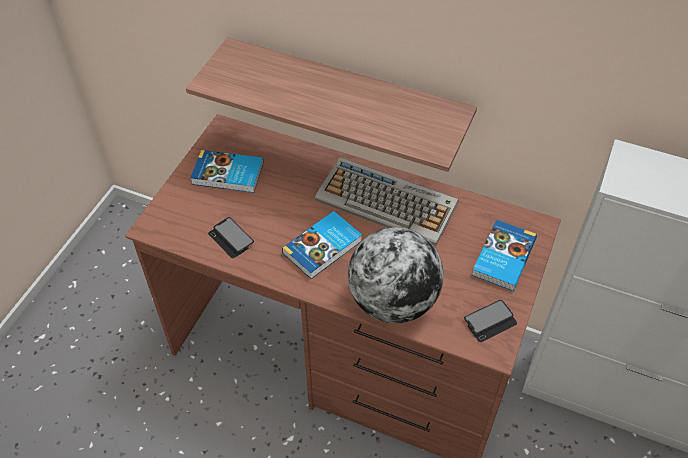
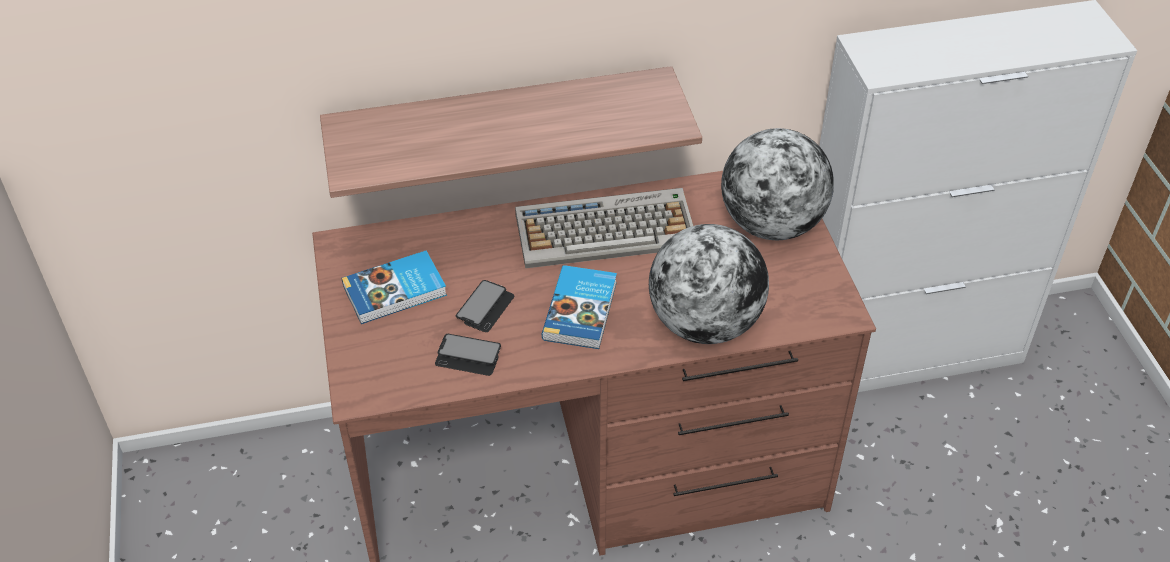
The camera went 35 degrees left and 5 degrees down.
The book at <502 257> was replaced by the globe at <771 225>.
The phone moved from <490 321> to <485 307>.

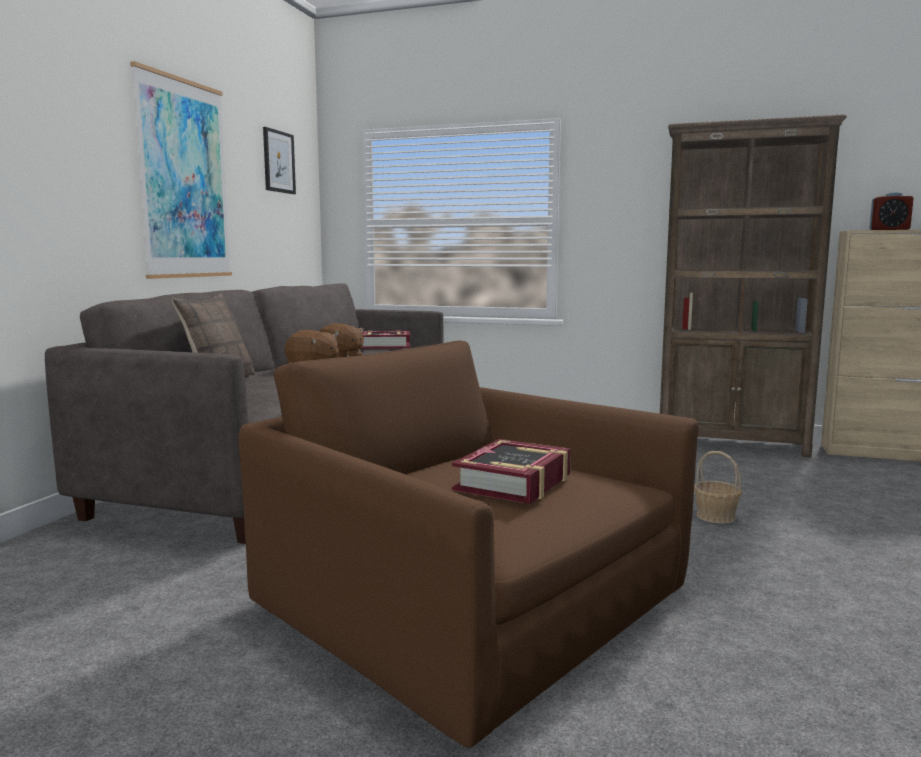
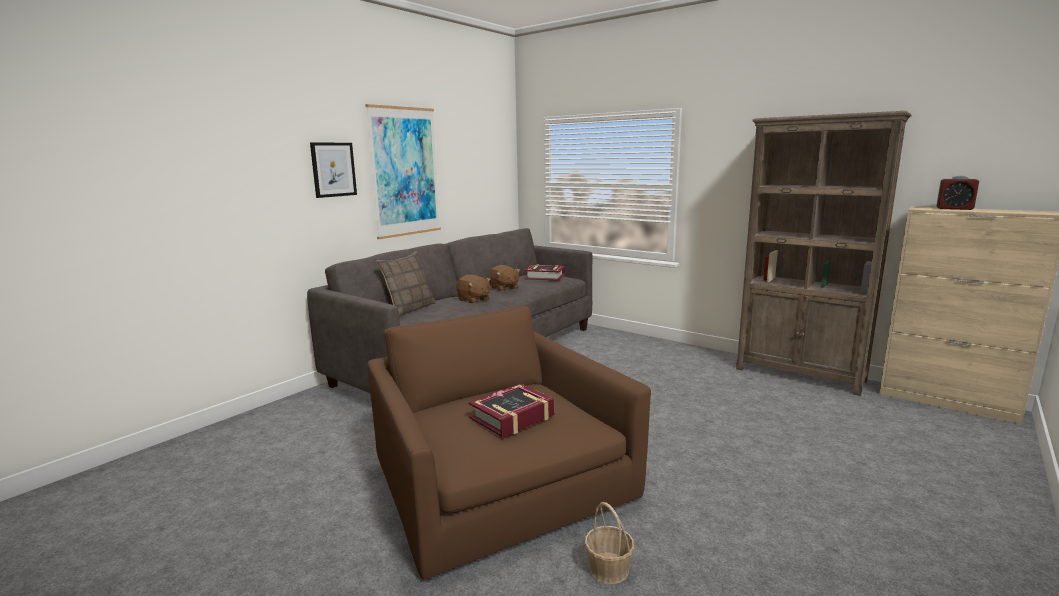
The camera went 20 degrees right and 5 degrees up.
The picture moved from <278 161> to <333 169>.
The basket moved from <715 516> to <608 569>.

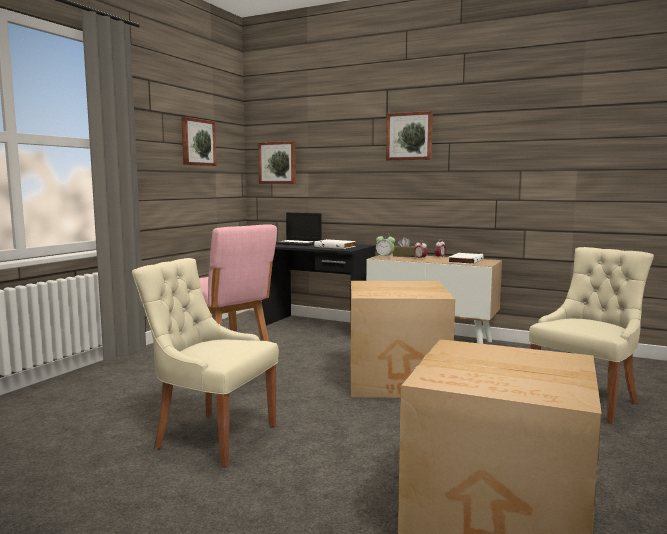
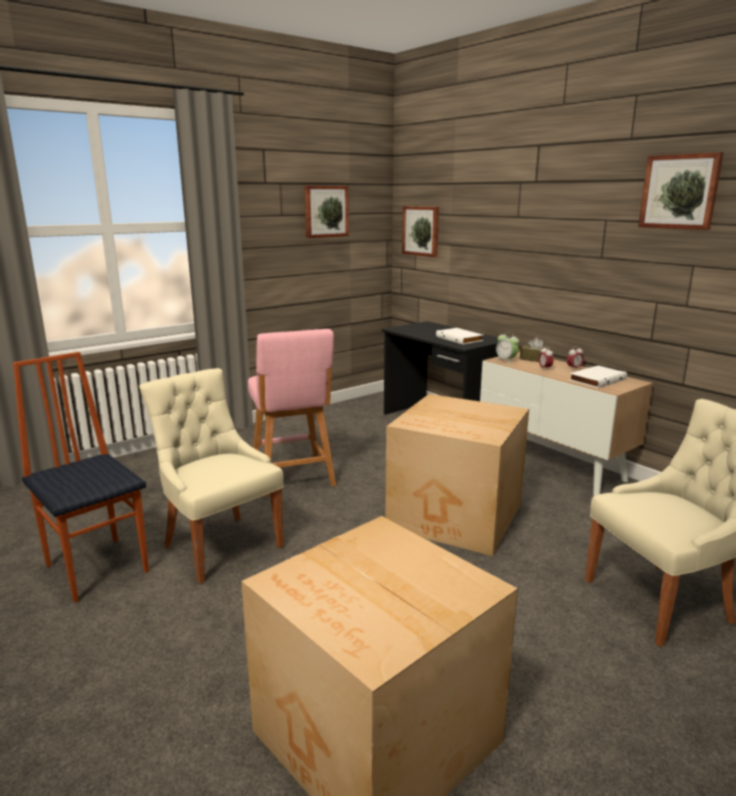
The camera went 25 degrees right and 10 degrees up.
The picture moved from <409 136> to <680 192>.
The laptop at <297 243> disappeared.
The chair at <98 567> appeared.

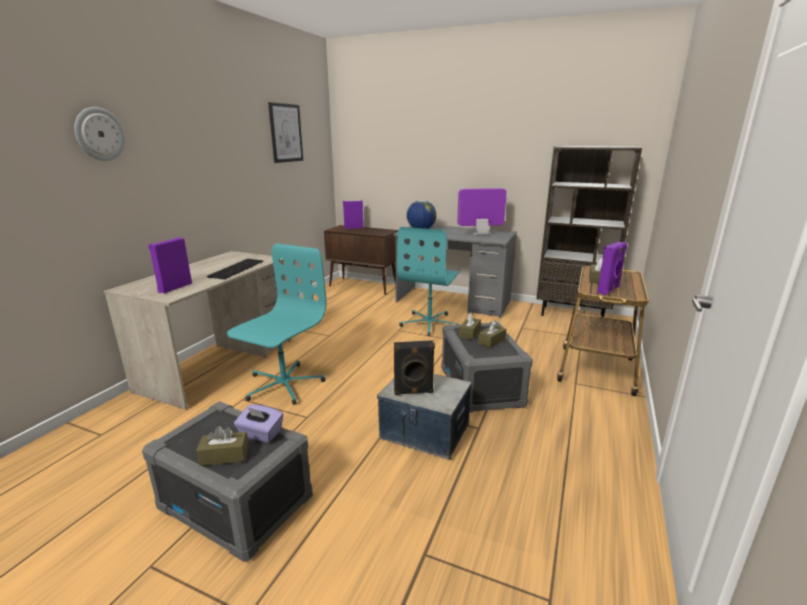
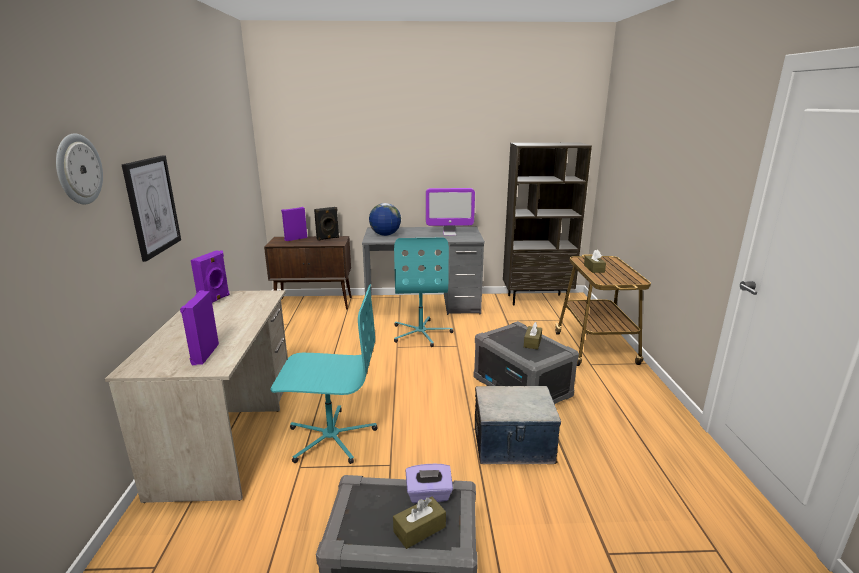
The camera went 25 degrees left and 0 degrees up.
The picture moved from <286 133> to <152 206>.
The monitor at <480 234> turned 150 degrees counterclockwise.
The purple speaker moved from <609 290> to <215 300>.
The turquoise office chair at <283 384> turned 90 degrees clockwise.
The keyboard at <236 268> disappeared.
The brown tissue box at <469 333> disappeared.
The black speaker moved from <413 392> to <328 238>.

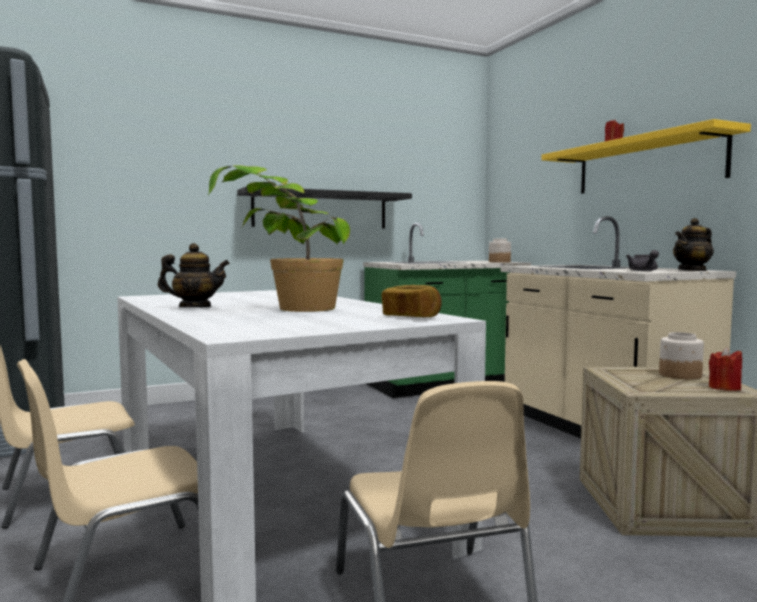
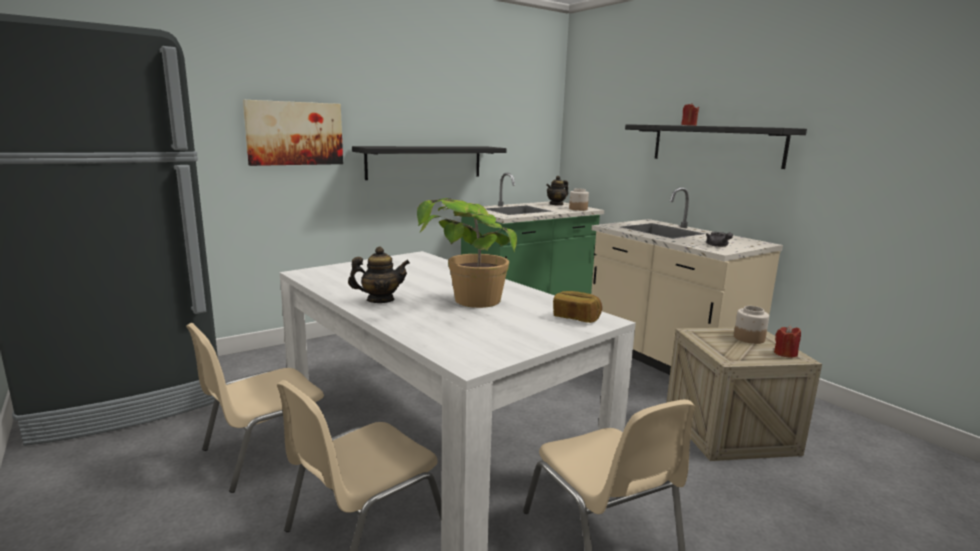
The camera went 10 degrees left and 10 degrees up.
The yellow shelf at <647 164> became the black shelf at <715 145>.
The teapot moved from <692 270> to <556 204>.
The picture at <295 133> appeared.

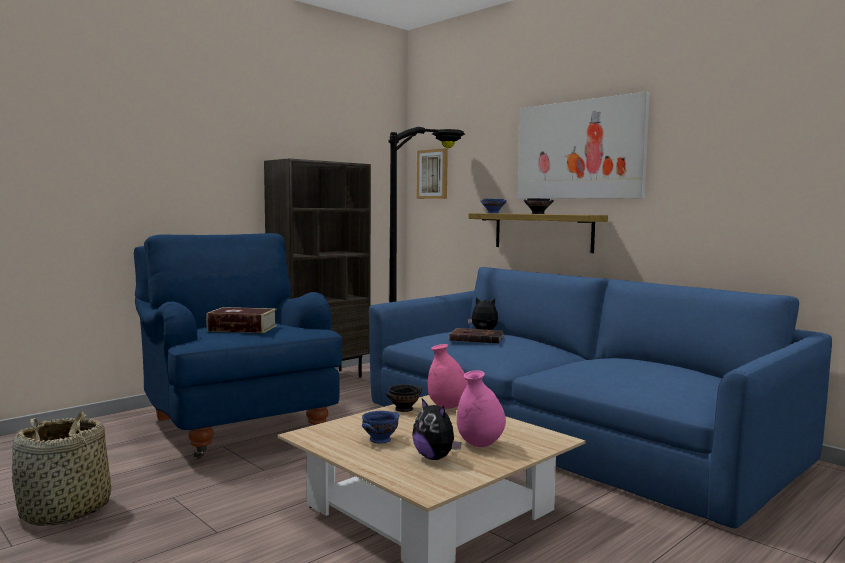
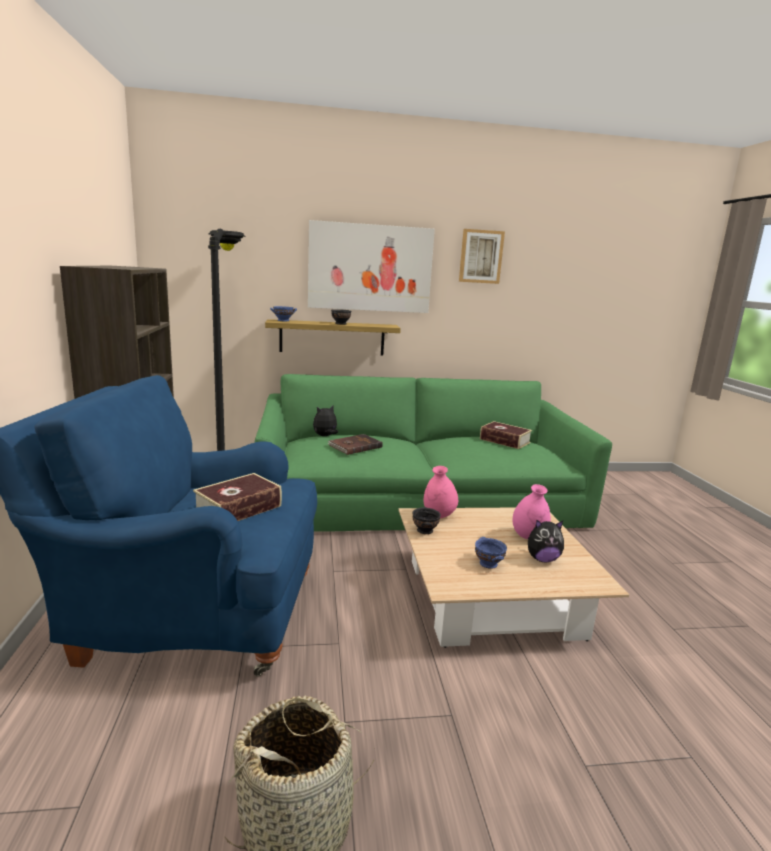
The camera went 55 degrees left and 10 degrees up.
The picture moved from <433 174> to <481 256>.
The blue sofa at <568 431> became the green sofa at <418 499>.
The book at <504 441> appeared.

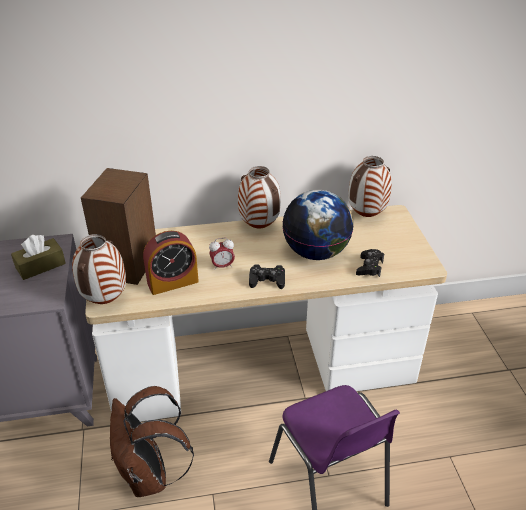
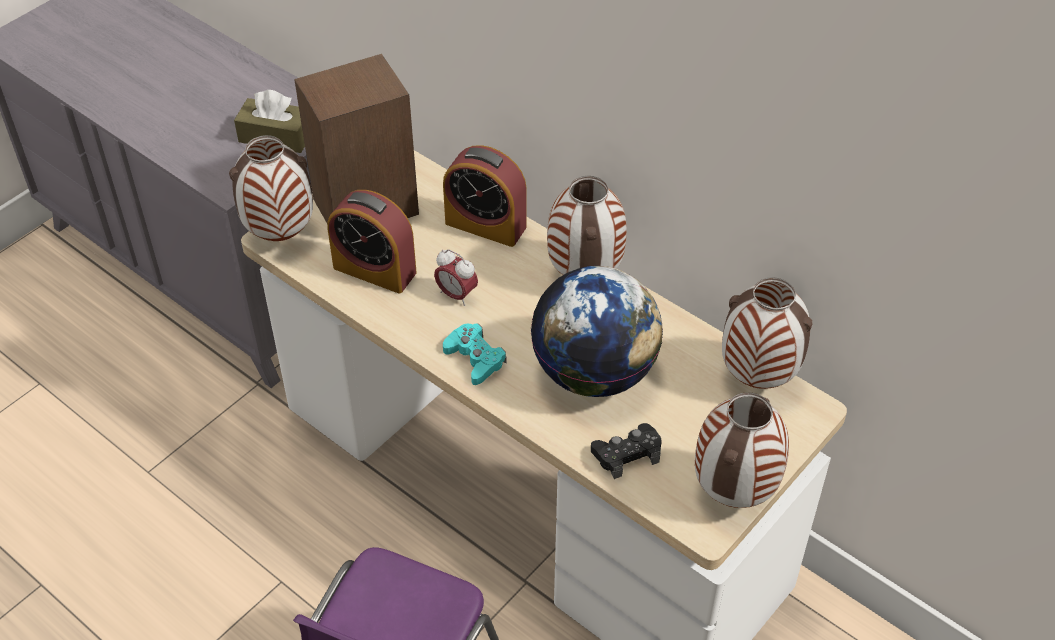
The camera went 50 degrees right and 10 degrees up.
The black game controller at <267 280> became the turquoise game controller at <475 358>.
The brown backpack at <150 475> disappeared.
The alarm clock at <485 225> appeared.
The vase at <733 492> appeared.

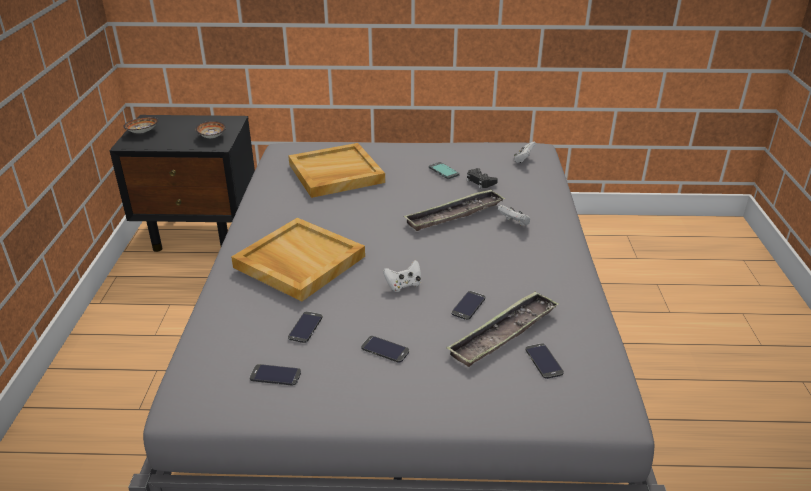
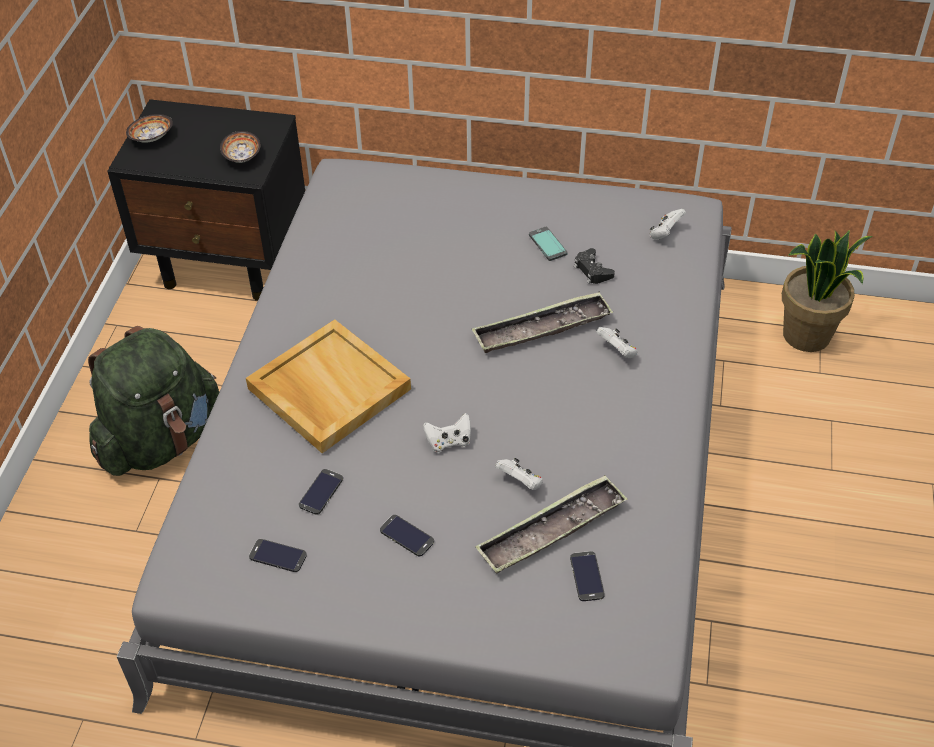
The camera went 10 degrees right and 15 degrees up.
The beige tray at <335 174> disappeared.
The phone at <468 305> was replaced by the white game controller at <520 483>.
The potted plant at <807 336> appeared.
The green backpack at <161 440> appeared.

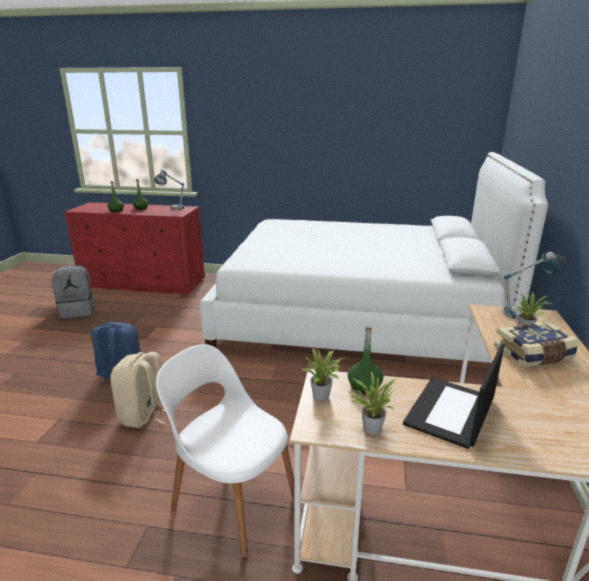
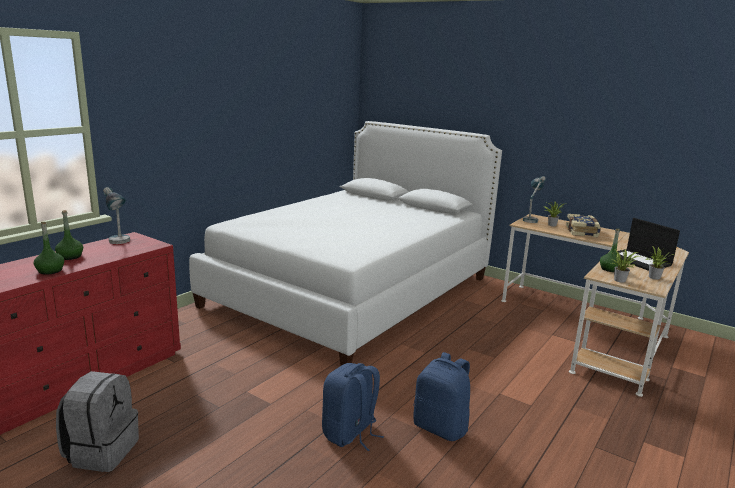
The camera went 65 degrees left and 5 degrees down.
The white chair at <232 500> disappeared.
The beige backpack at <144 415> became the blue backpack at <441 427>.

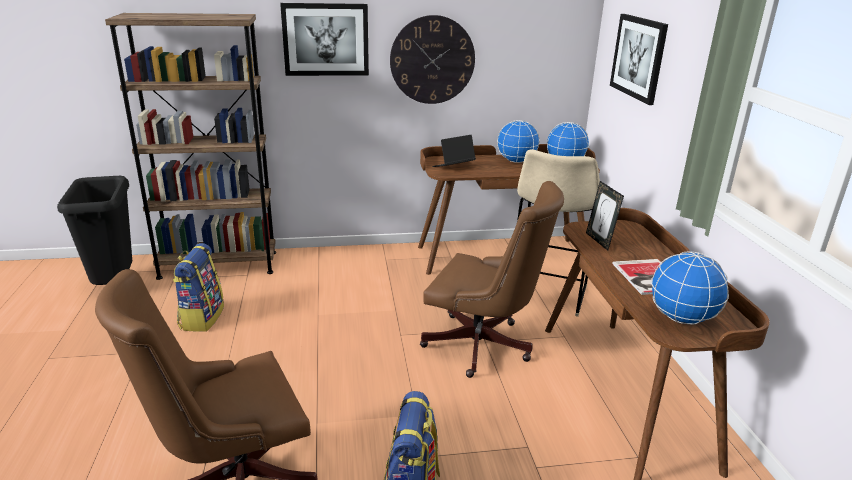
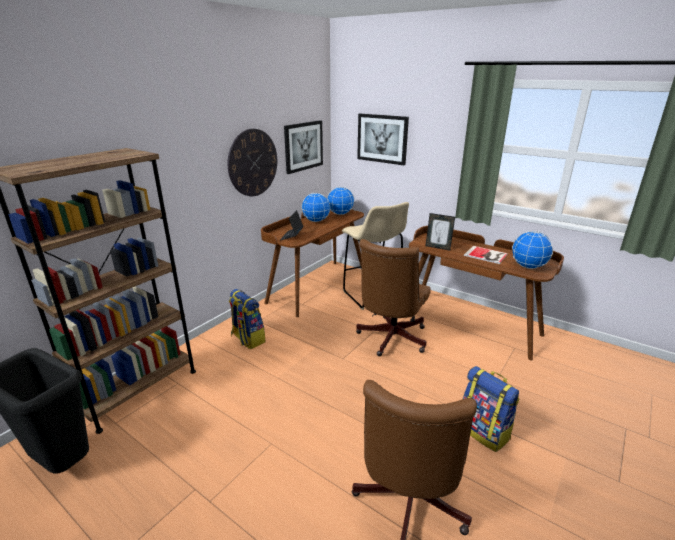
The camera went 45 degrees left and 0 degrees up.
The picture moved from <326 39> to <303 146>.
The brown office chair at <483 347> turned 135 degrees clockwise.
The backpack moved from <201 317> to <247 339>.

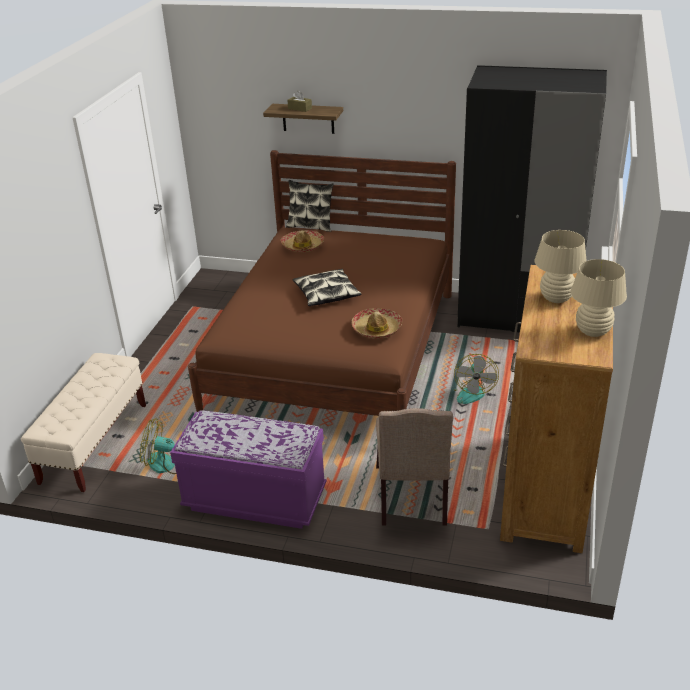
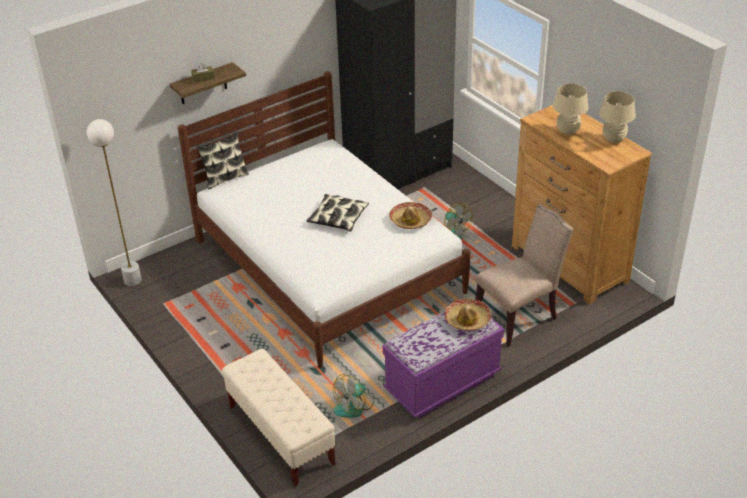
The camera went 50 degrees left and 5 degrees up.
The brown bed at <335 351> became the white bed at <328 266>.
The hat moved from <303 246> to <467 320>.
The beige chair at <413 498> turned 75 degrees counterclockwise.
The white floor lamp at <132 280> appeared.

